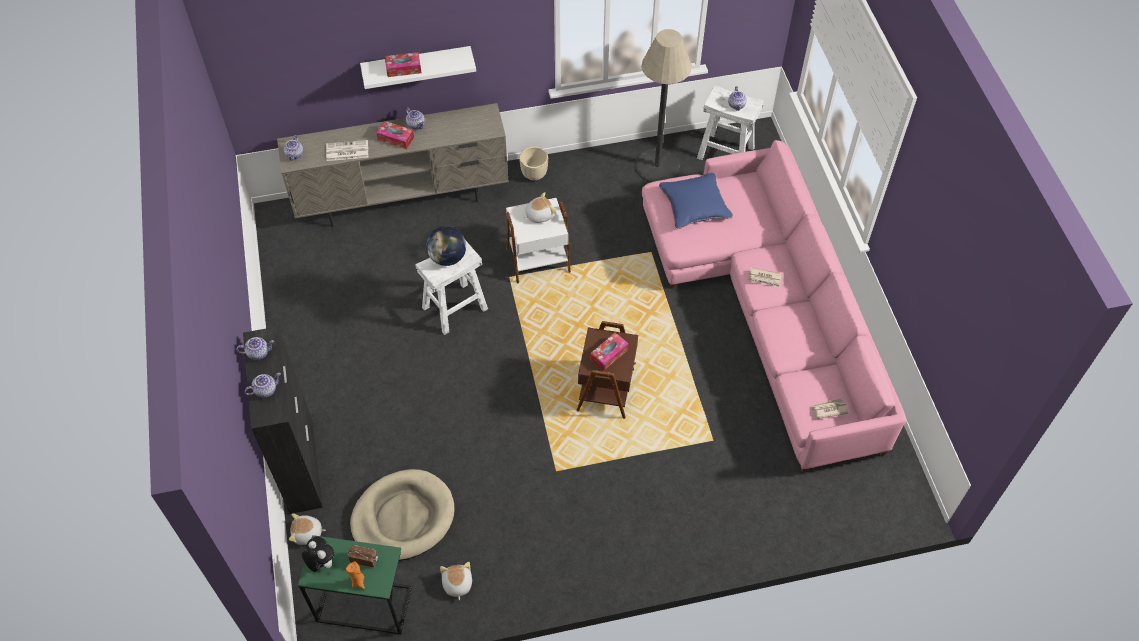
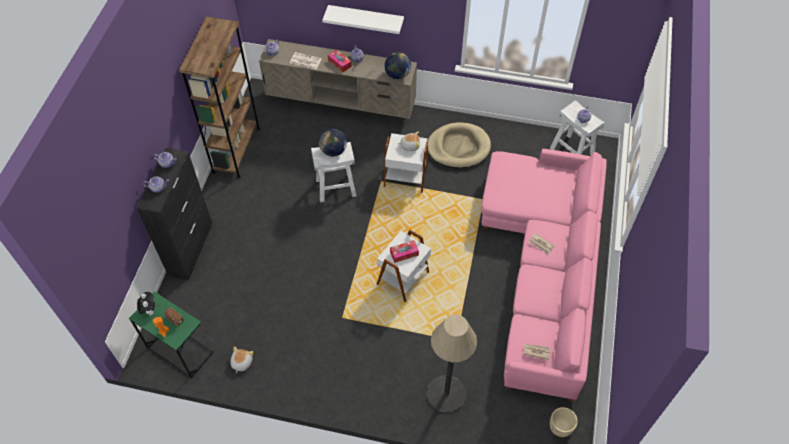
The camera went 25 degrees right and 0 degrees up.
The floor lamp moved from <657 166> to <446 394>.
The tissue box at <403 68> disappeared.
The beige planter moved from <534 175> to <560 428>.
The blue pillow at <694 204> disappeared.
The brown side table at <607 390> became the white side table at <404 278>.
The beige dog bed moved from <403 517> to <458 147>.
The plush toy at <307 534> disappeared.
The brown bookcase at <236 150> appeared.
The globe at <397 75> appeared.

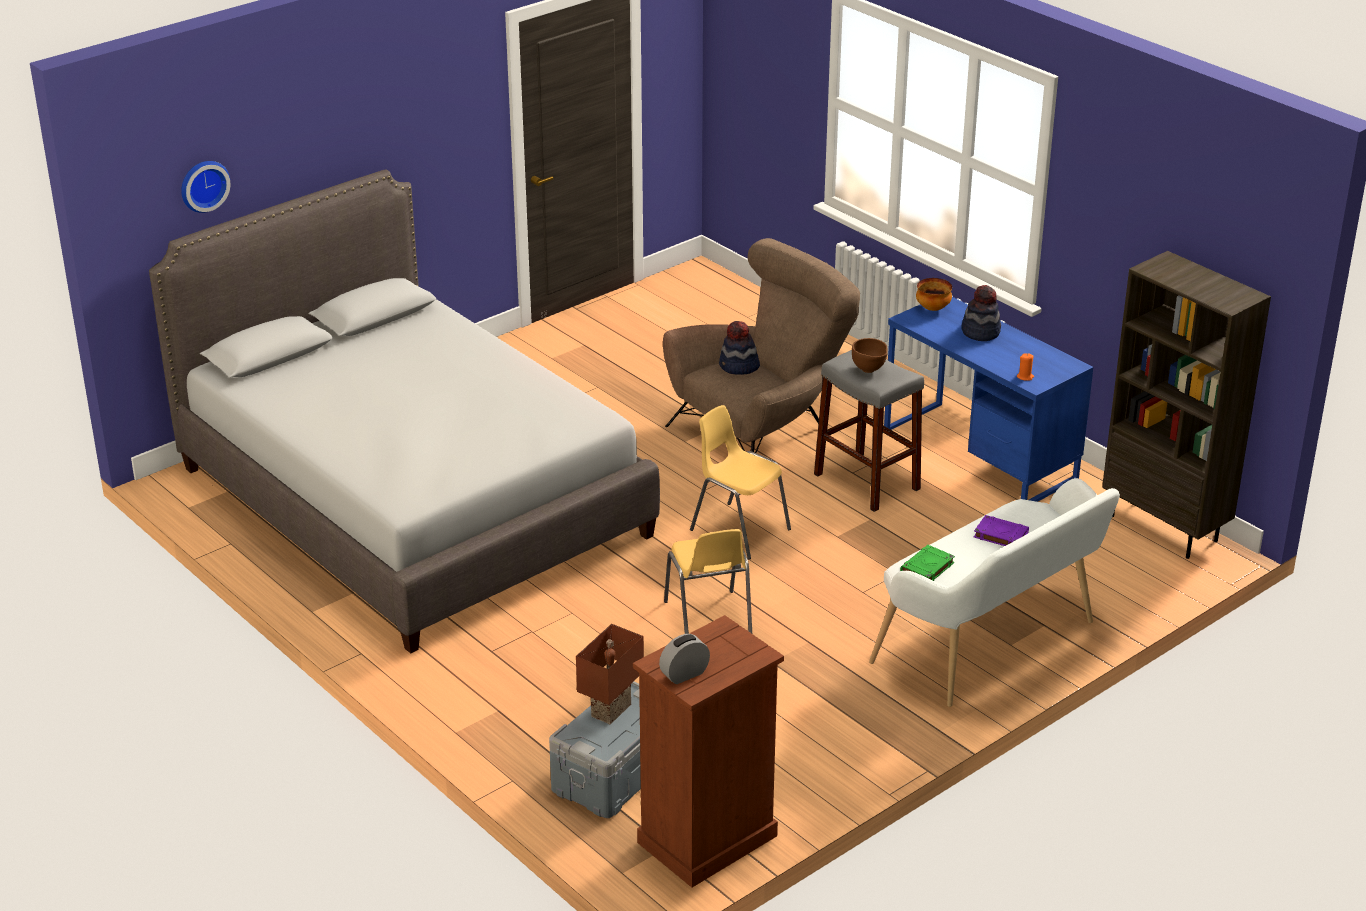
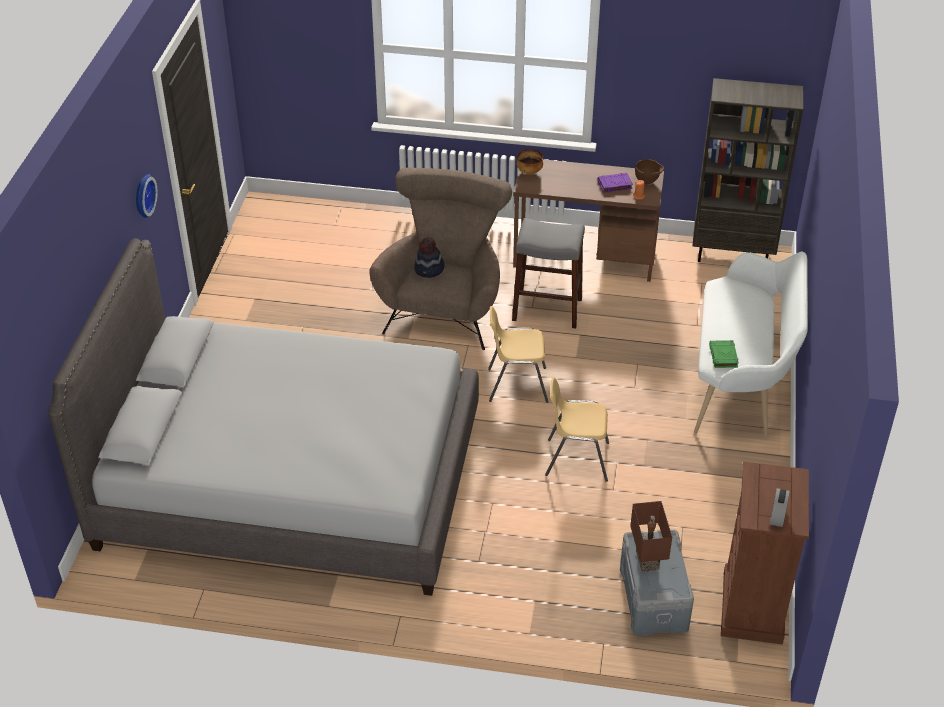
The camera went 40 degrees left and 10 degrees up.
The wall clock moved from <203 185> to <142 195>.
The hat at <980 332> disappeared.
The blue desk at <979 454> became the brown desk at <585 256>.
The brown bowl moved from <869 370> to <648 182>.
The purple book moved from <1000 535> to <614 185>.
The yellow chair at <708 620> turned 150 degrees clockwise.

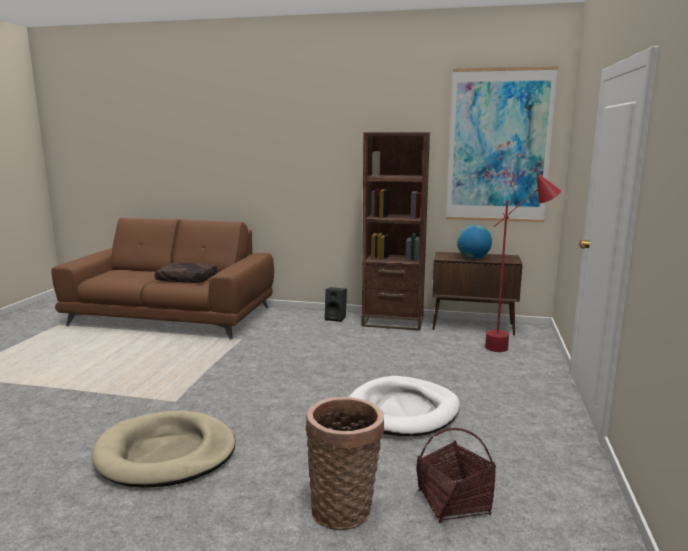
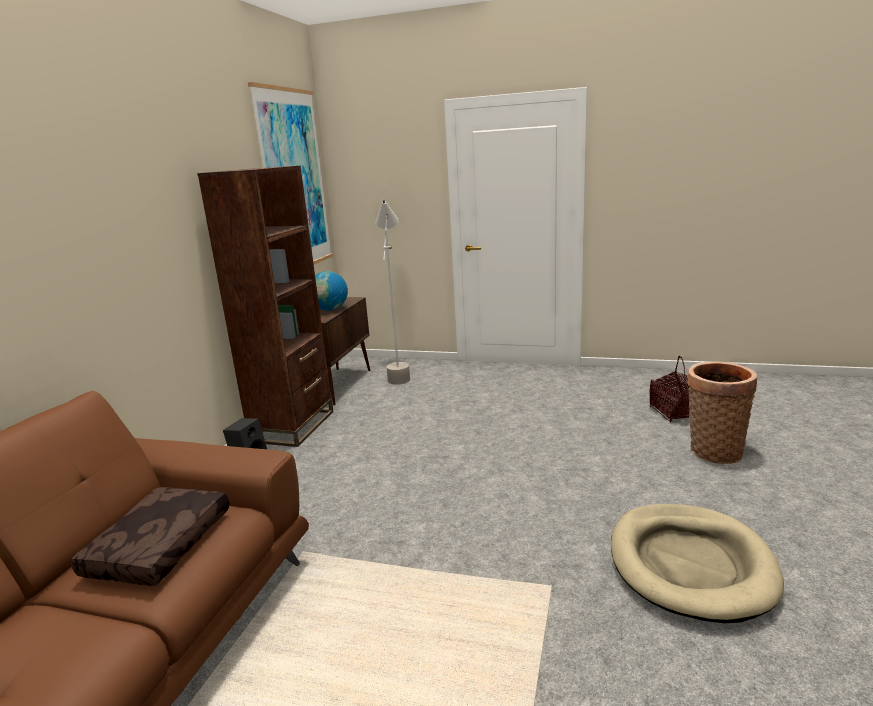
The camera went 85 degrees left and 5 degrees up.
The red floor lamp at <514 347> became the grey floor lamp at <399 373>.
The white dog bed at <403 411> disappeared.

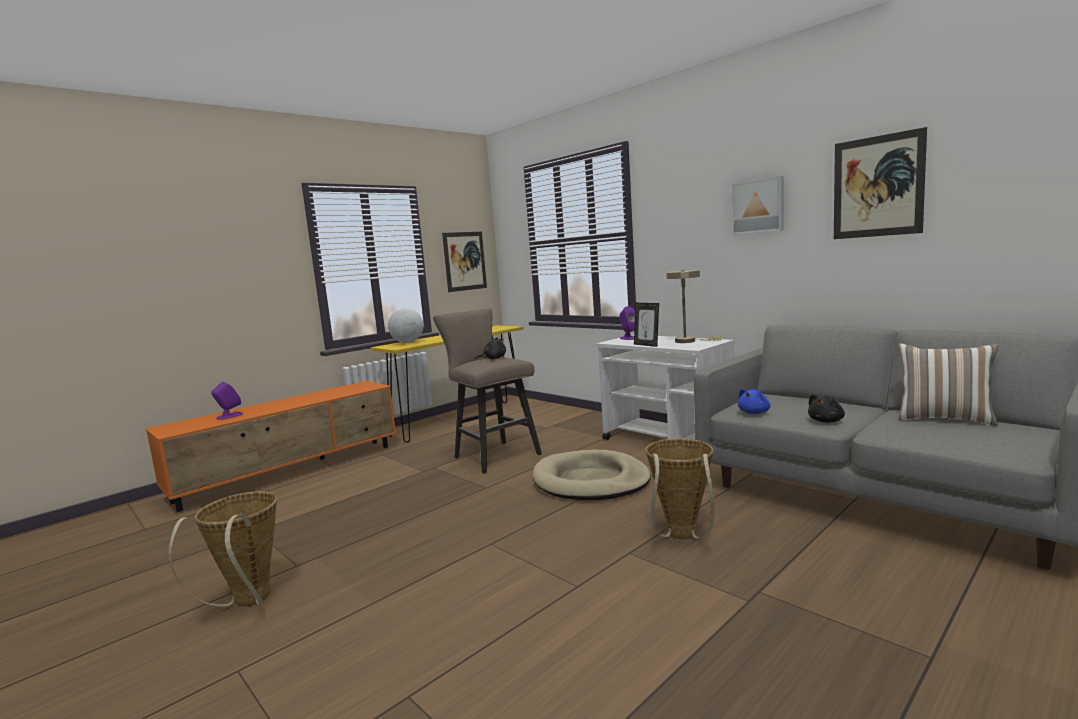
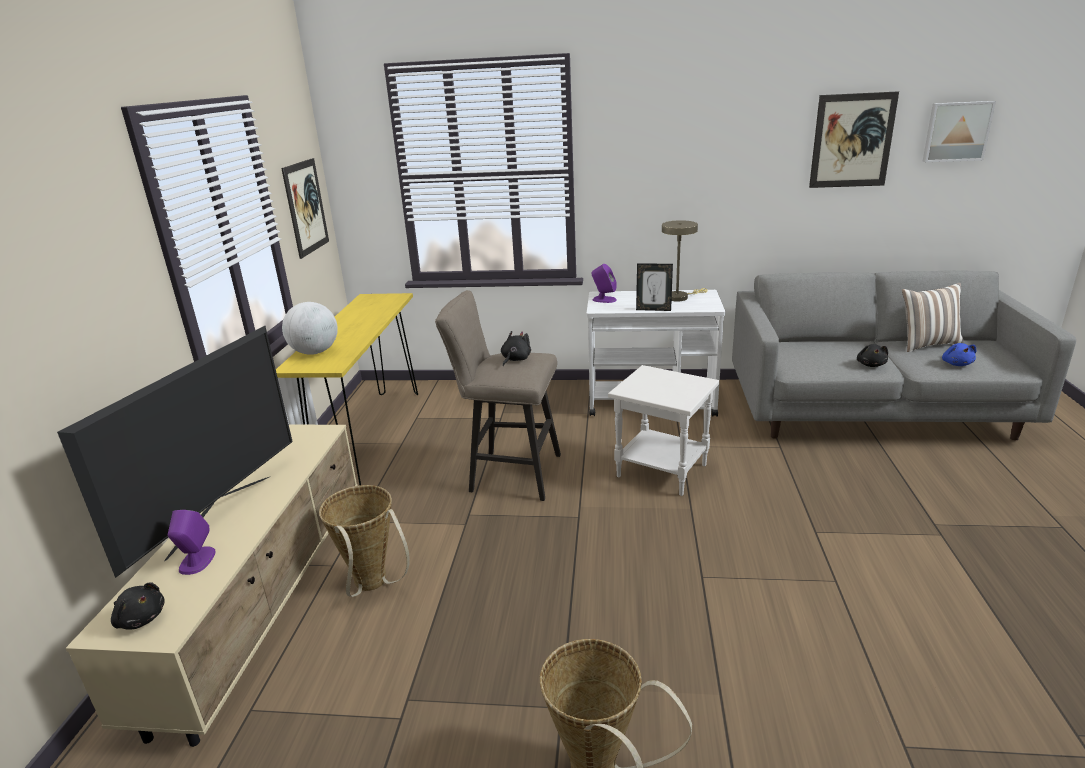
The camera went 40 degrees left and 15 degrees up.
The picture moved from <758 206> to <956 131>.
The orange tv stand at <291 472> became the beige tv stand at <266 599>.
The blue plush toy moved from <754 413> to <956 364>.
The basket moved from <681 536> to <372 586>.
The beige dog bed at <590 481> was replaced by the white side table at <663 470>.
The television at <220 514> appeared.
The black plush toy at <141 618> appeared.

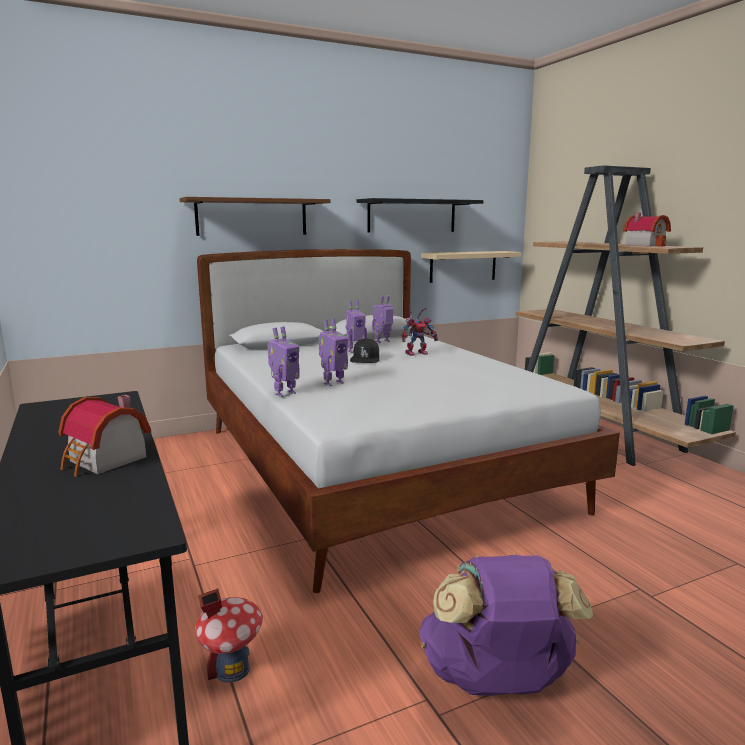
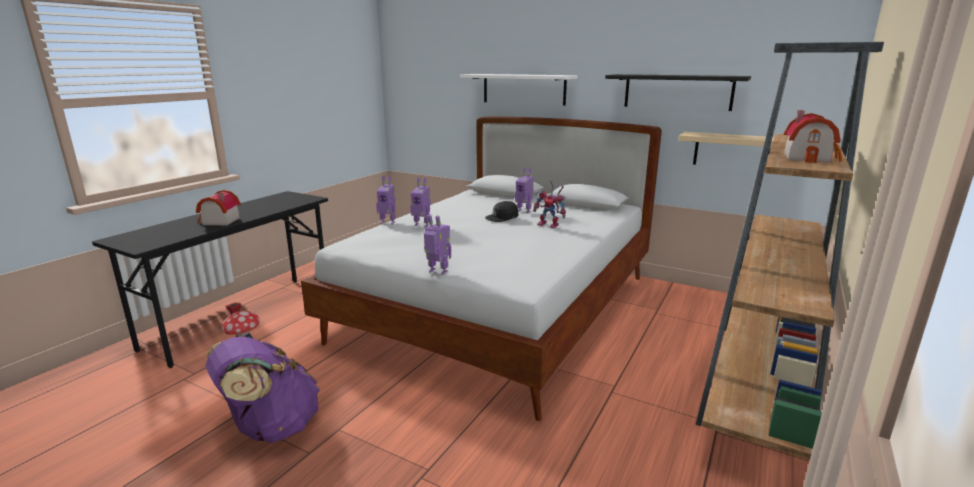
The camera went 55 degrees right and 5 degrees up.
The brown shelf at <252 217> became the white shelf at <523 89>.
The toy robot moved from <383 341> to <437 272>.

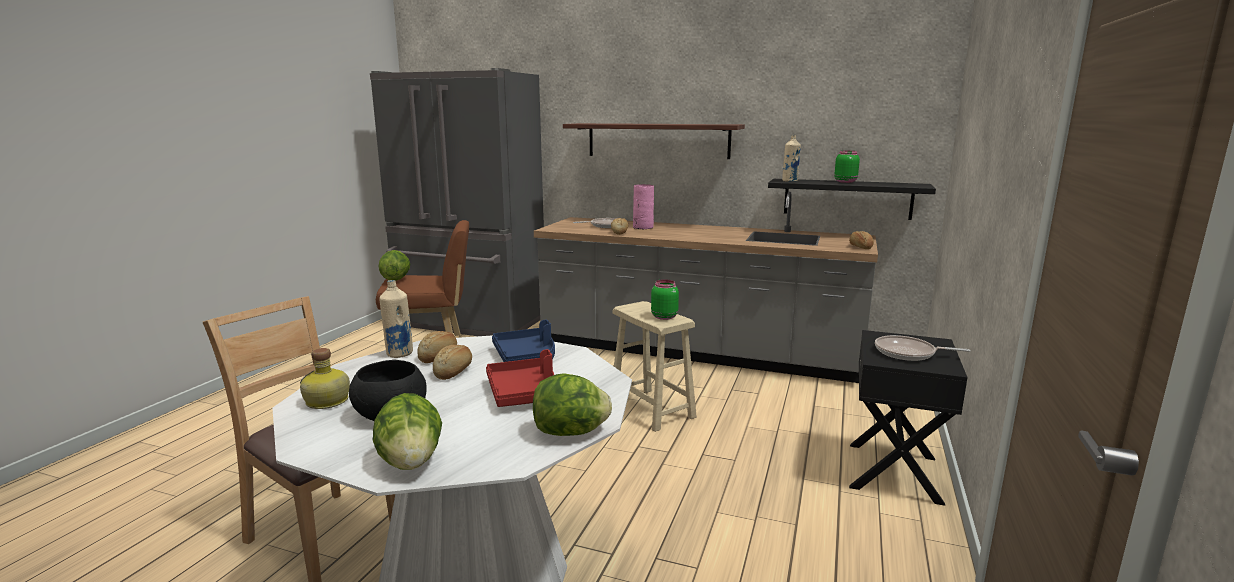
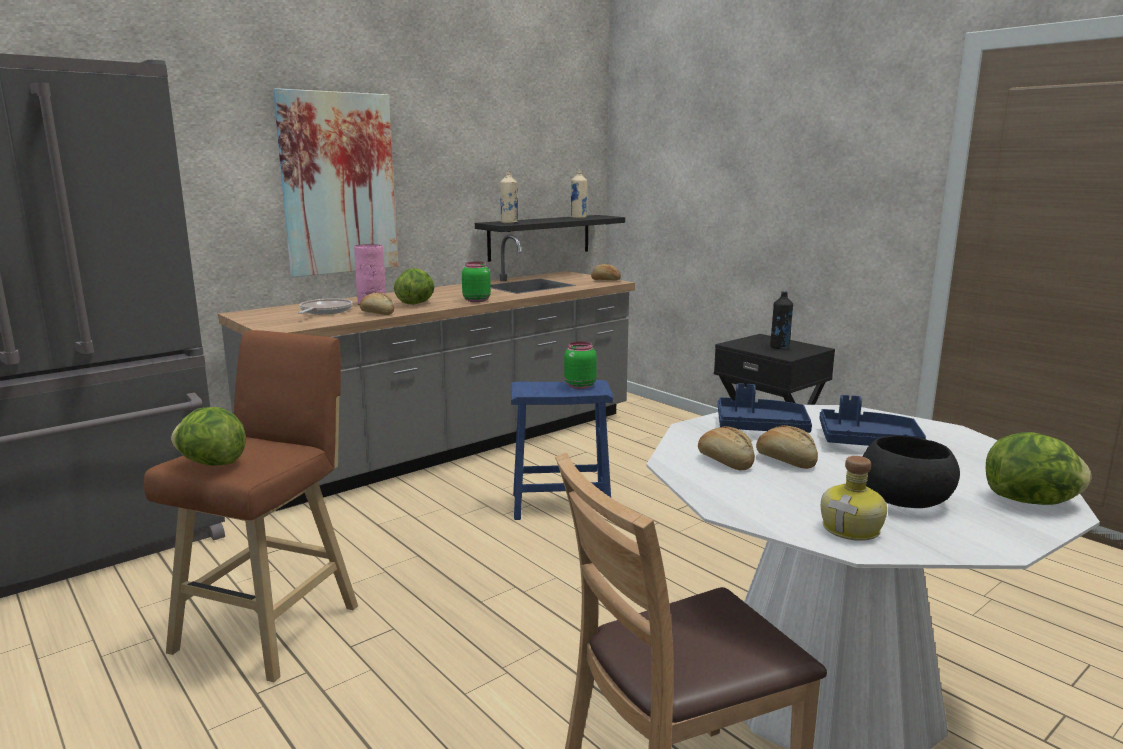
The camera went 60 degrees left and 0 degrees up.
The shelf at <657 140> was replaced by the picture at <338 184>.
The green jar moved from <845 181> to <476 300>.
The beige bottle moved from <399 354> to <578 218>.
The beige stool at <651 409> became the blue stool at <561 504>.
The frying pan at <908 353> was replaced by the black bottle at <779 347>.
The red tray at <523 393> became the blue tray at <867 442>.
The lettuce moved from <571 432> to <416 303>.

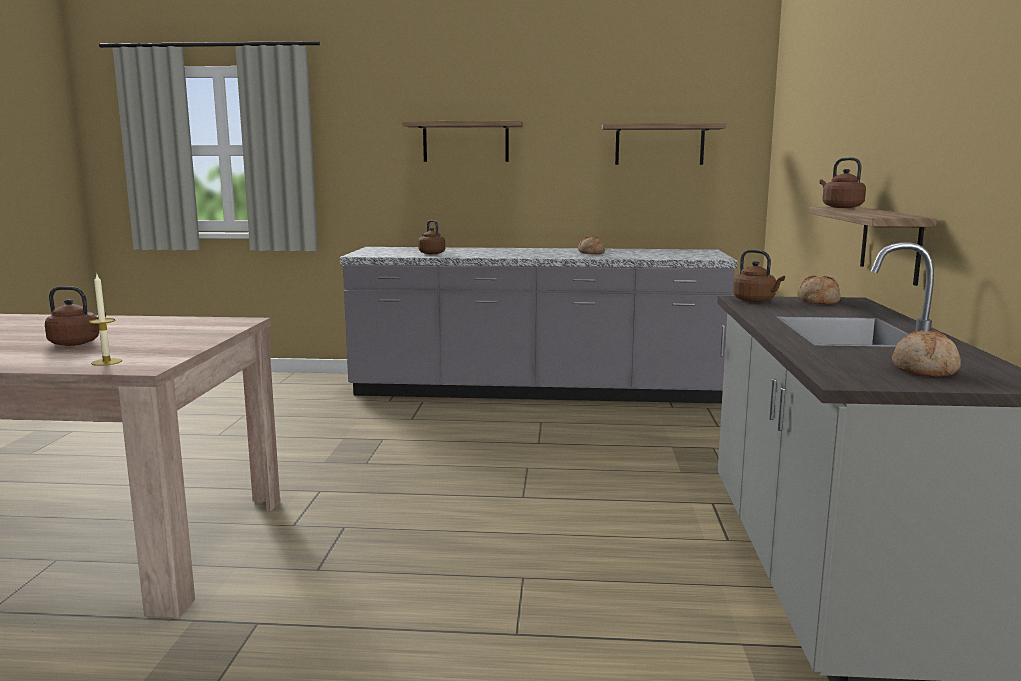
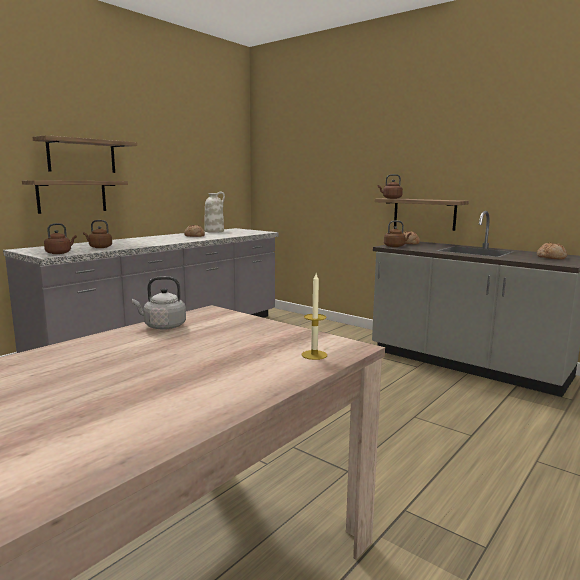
The camera went 55 degrees left and 0 degrees up.
The shelf moved from <659 144> to <72 196>.
The brown kettle moved from <77 343> to <60 253>.
The white vase at <214 231> appeared.
The grey kettle at <162 326> appeared.

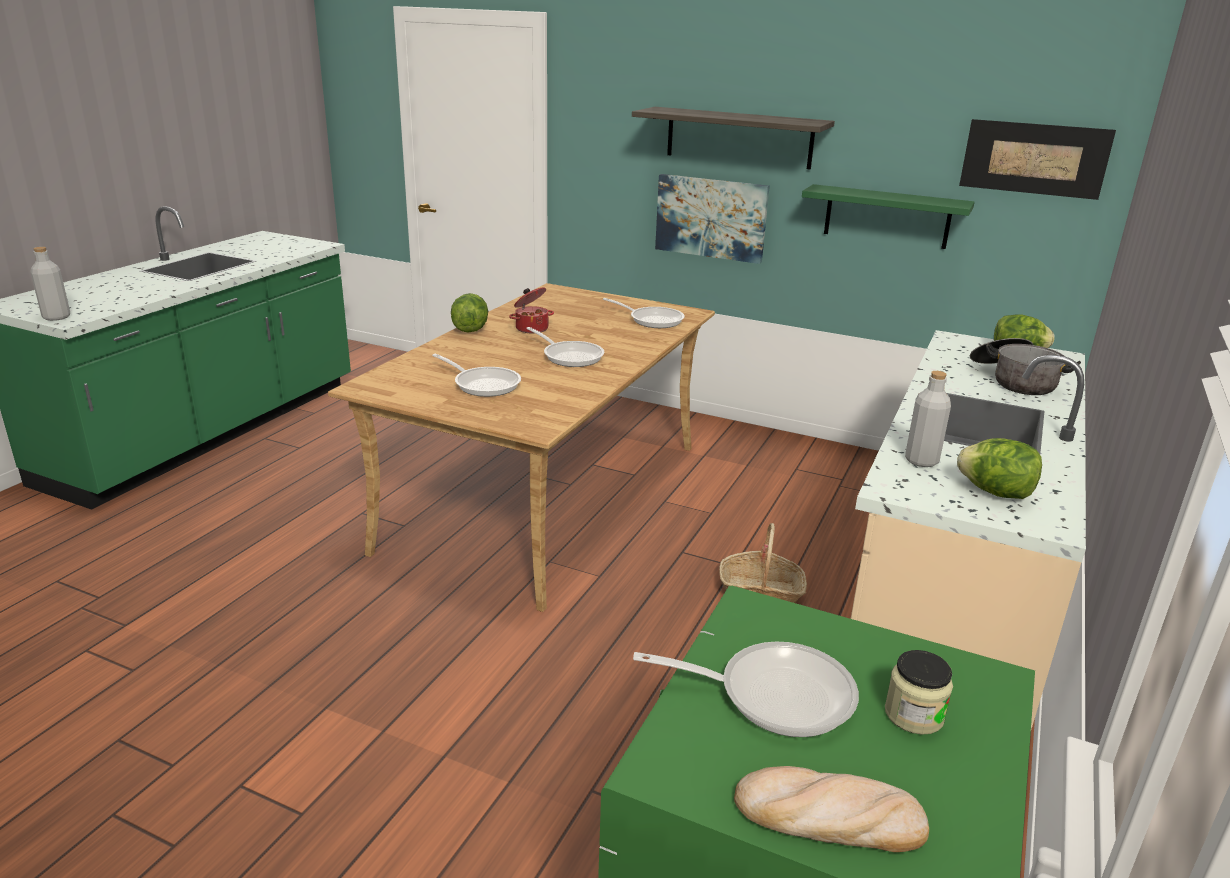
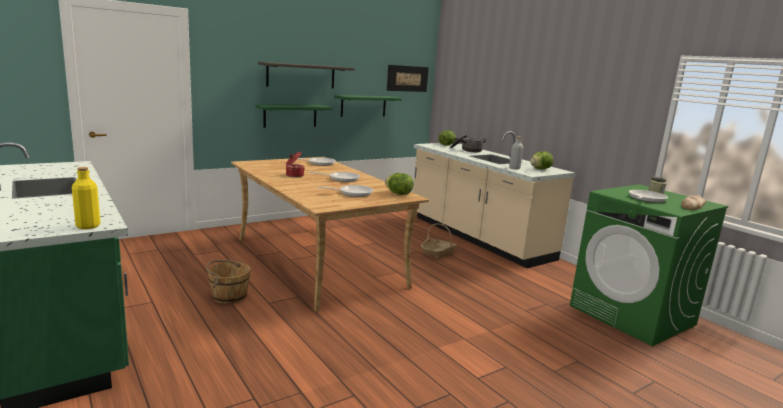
The camera went 60 degrees left and 10 degrees down.
The picture at <711 217> was replaced by the green shelf at <290 116>.
The grey bottle at <56 317> became the yellow bottle at <88 226>.
The lettuce moved from <470 329> to <398 194>.
The brown bucket at <228 296> appeared.

